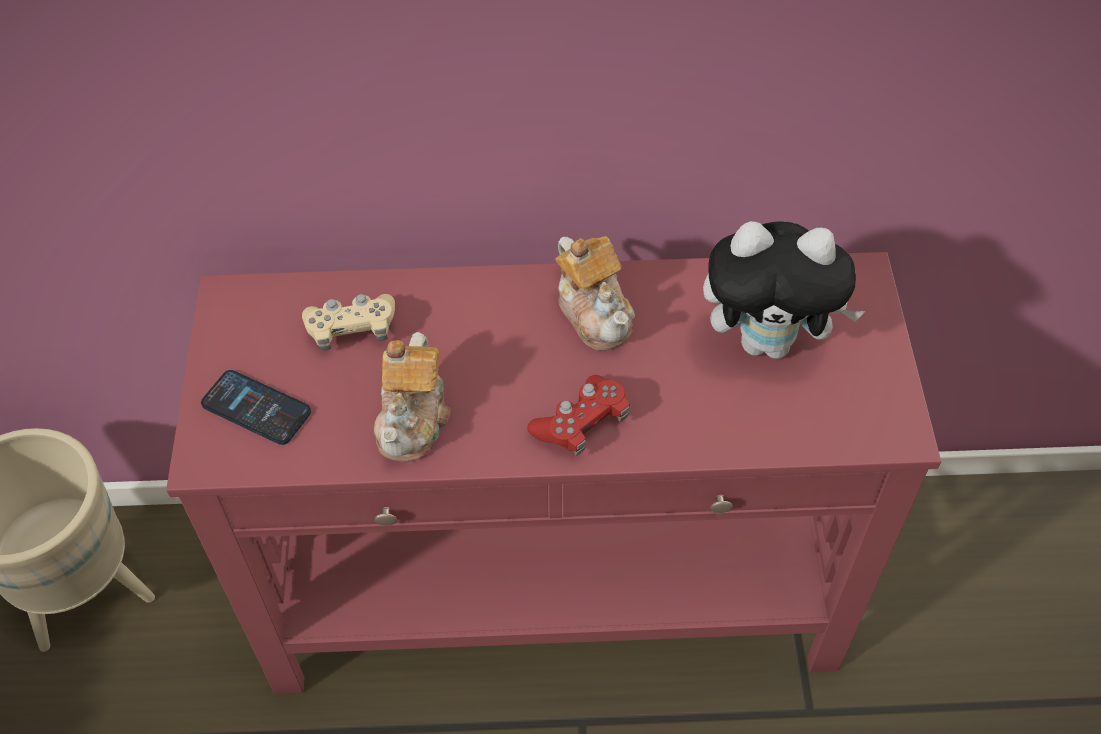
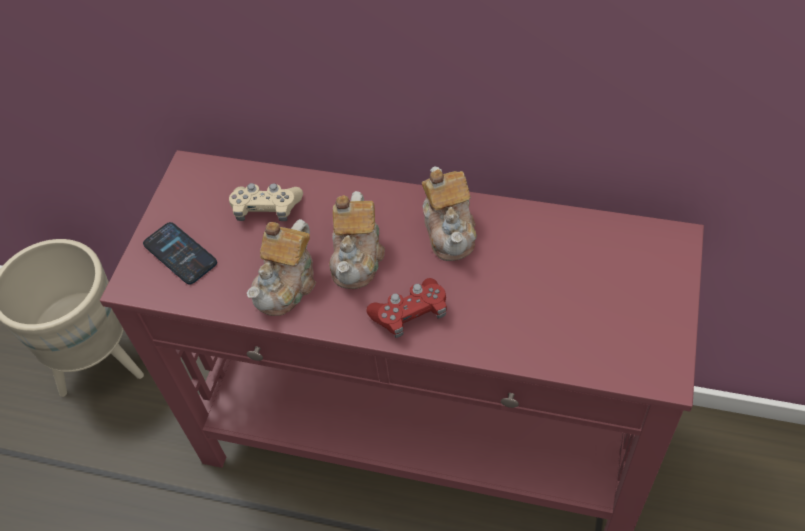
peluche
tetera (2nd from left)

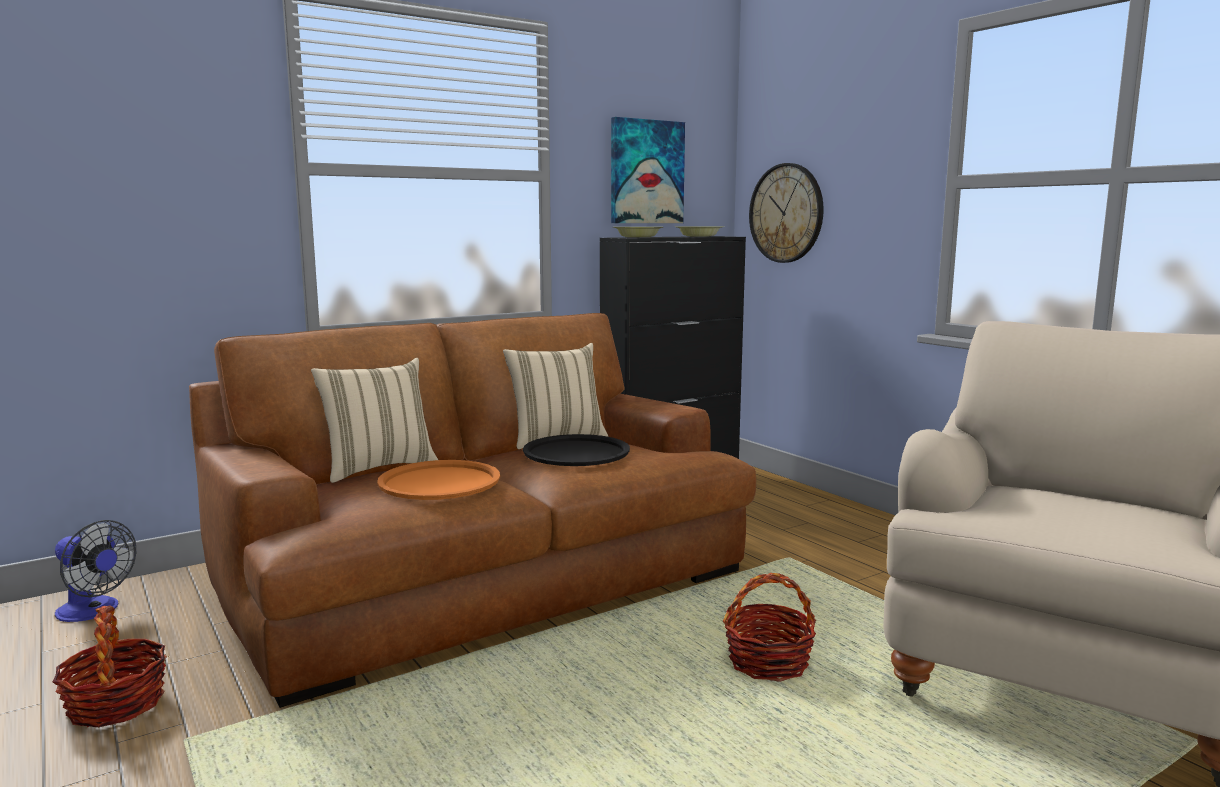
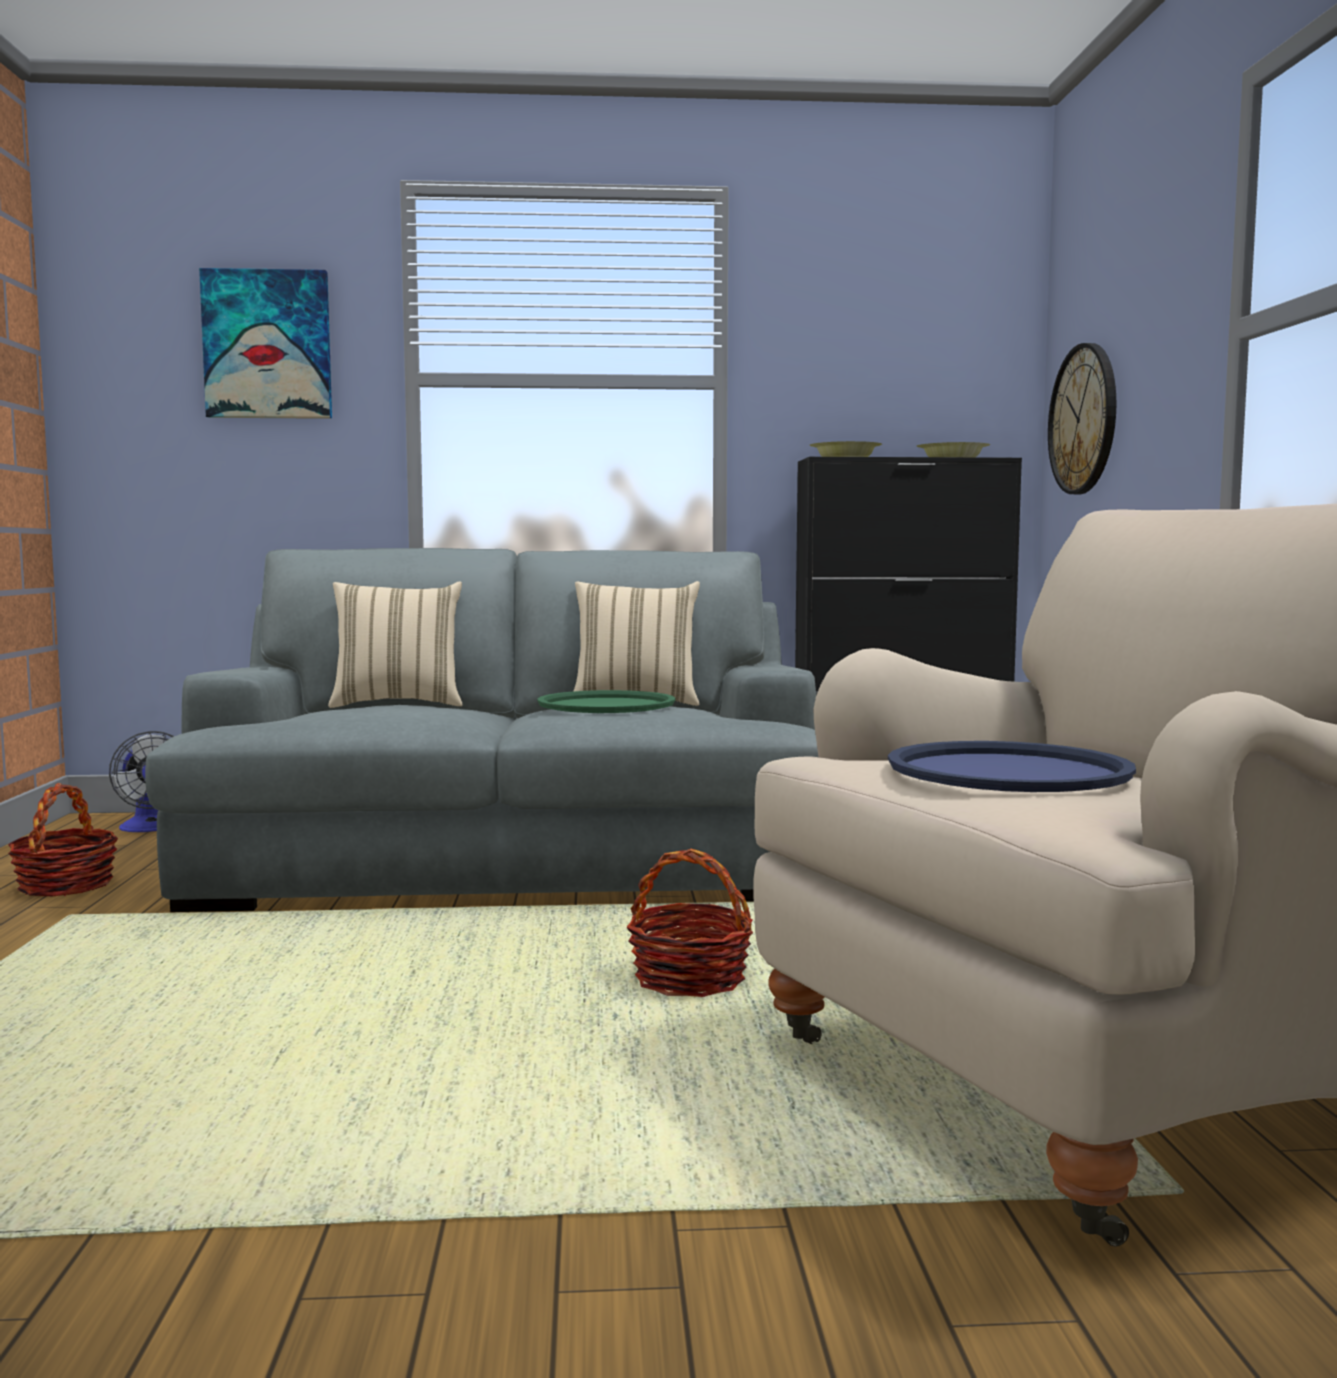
bandeja/naranja
bandeja/azul
cuadro
sofá/gris
bandeja/verde

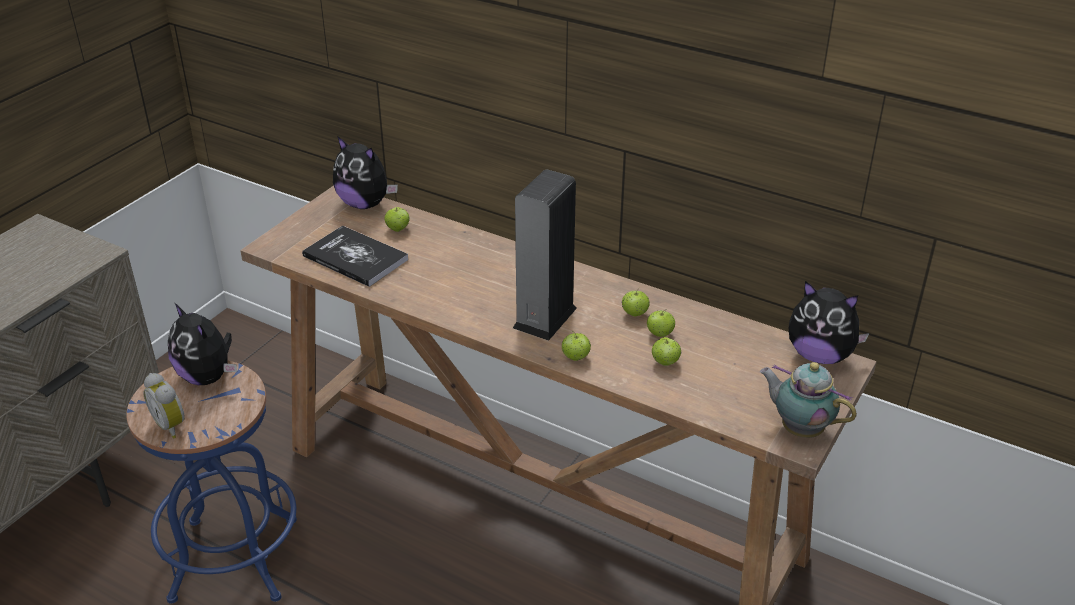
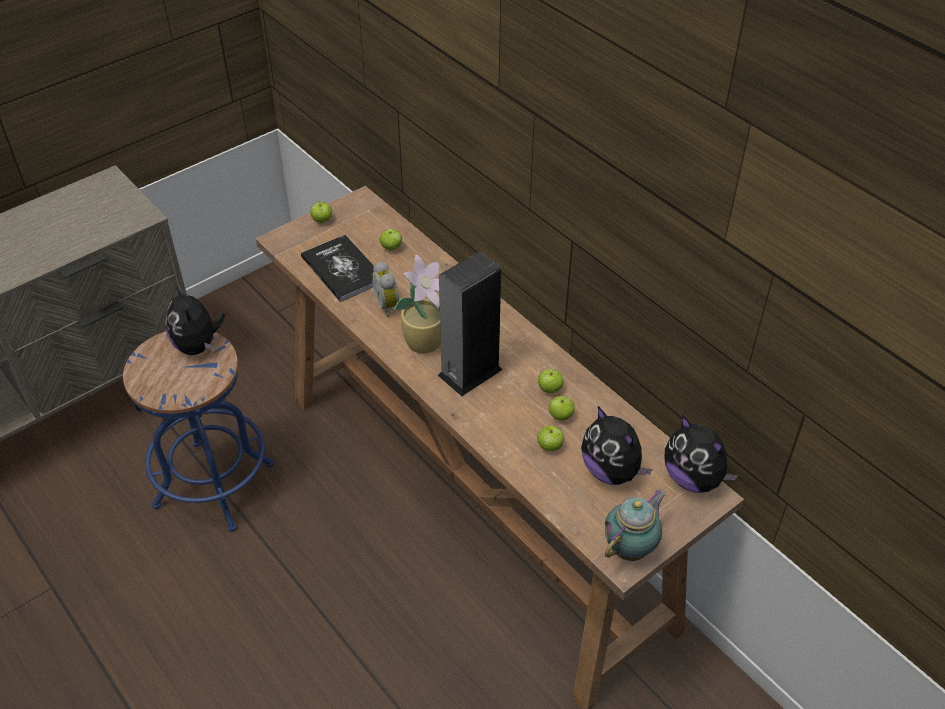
planta en maceta
despertador
peluche (2nd from left)
manzana (1st from left)
tetera

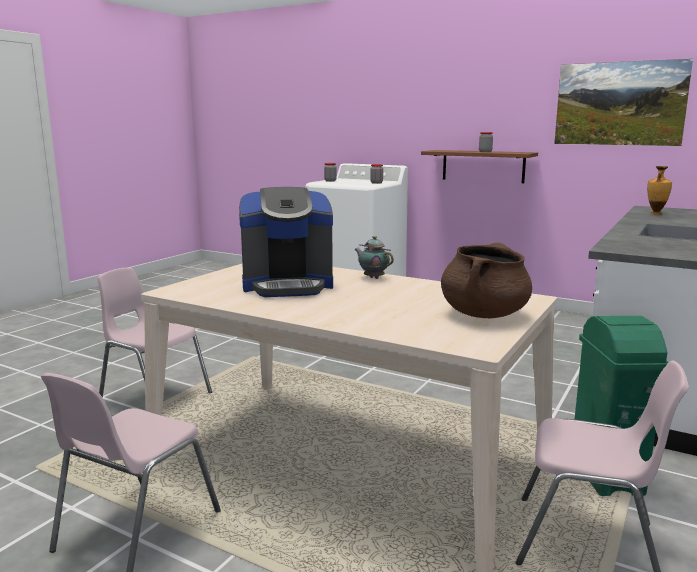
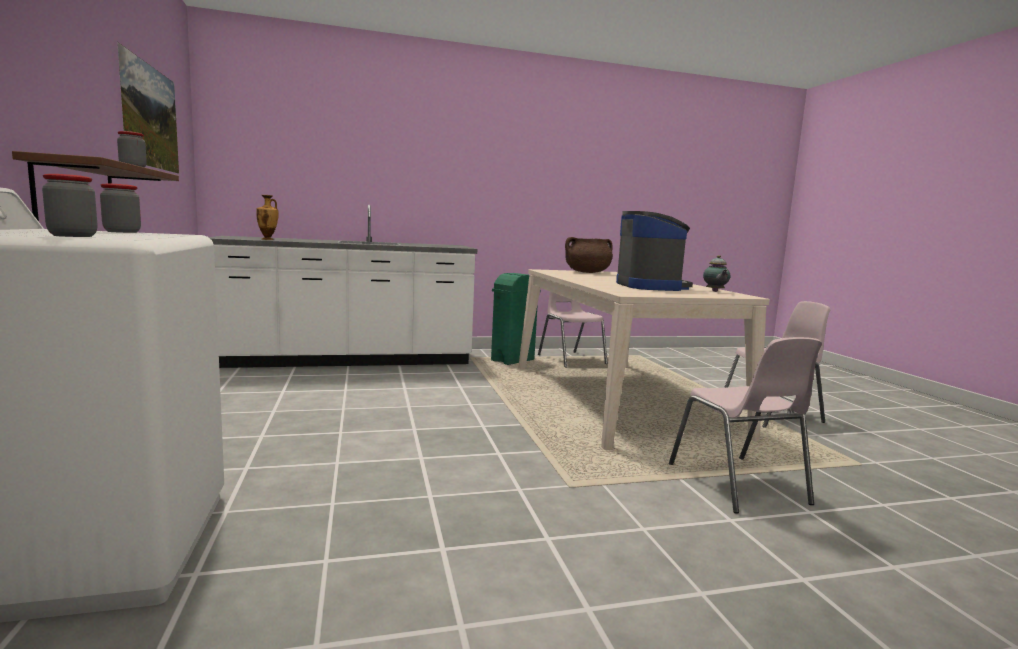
tetera
cafetera

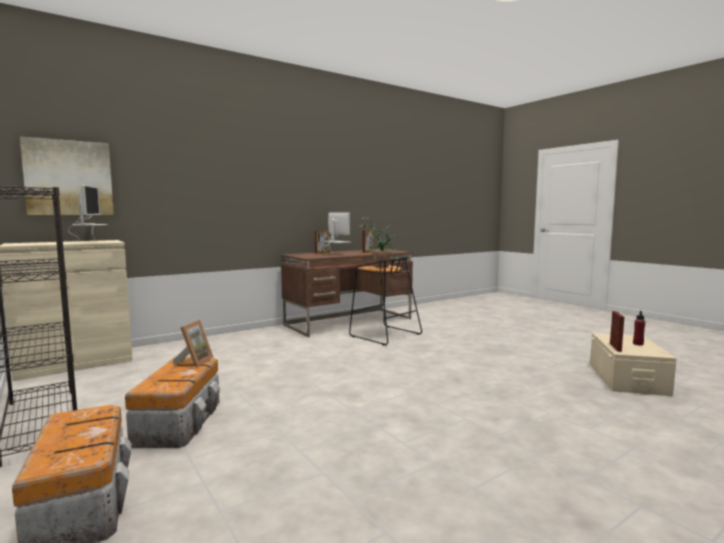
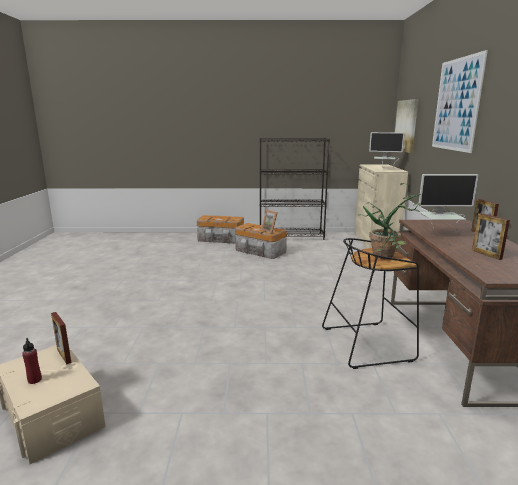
cuadro (2nd from left)

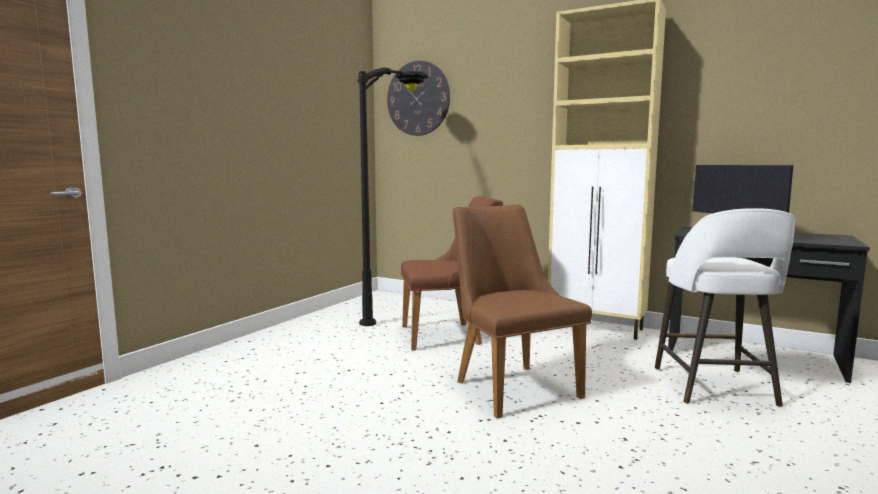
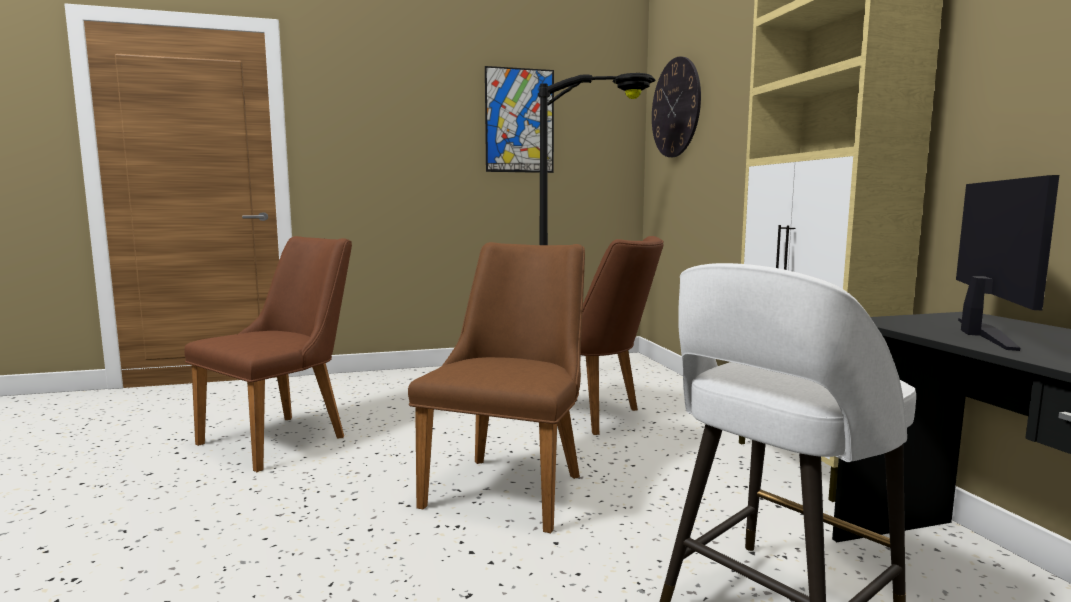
silla/marrón (1st from left)
cuadro

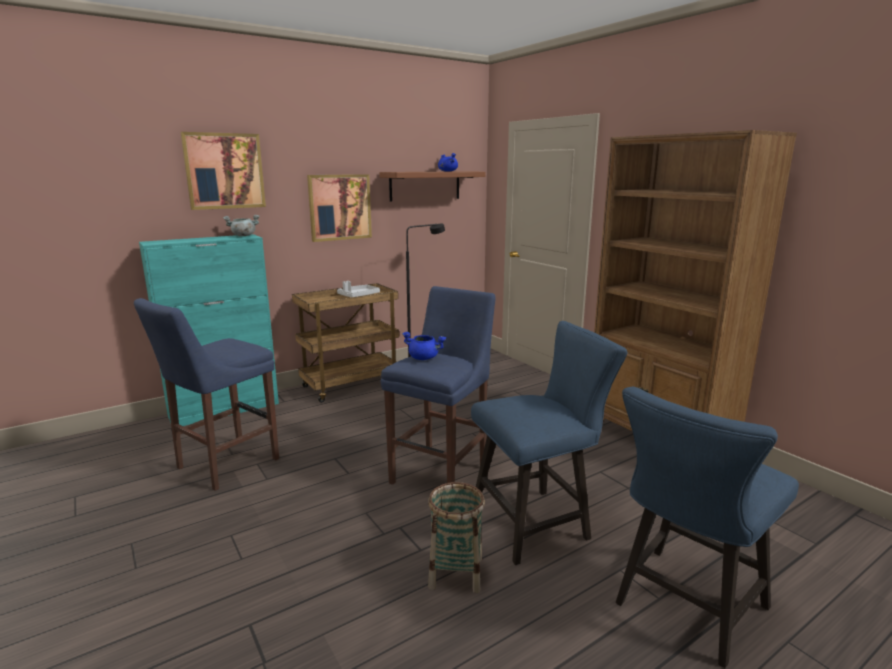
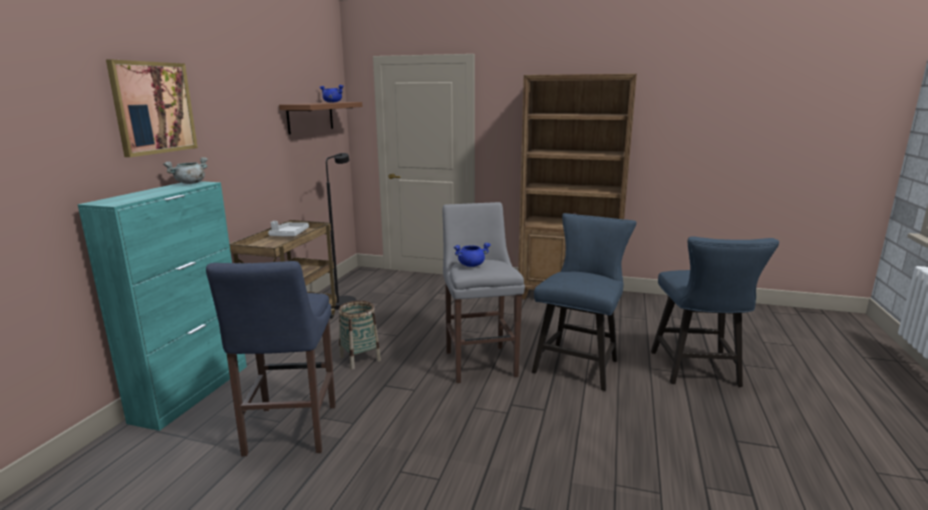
cuadro (2nd from left in the first image)
cesta
taburete/gris

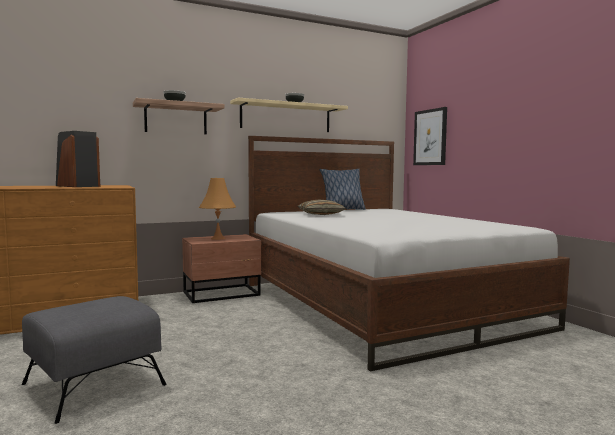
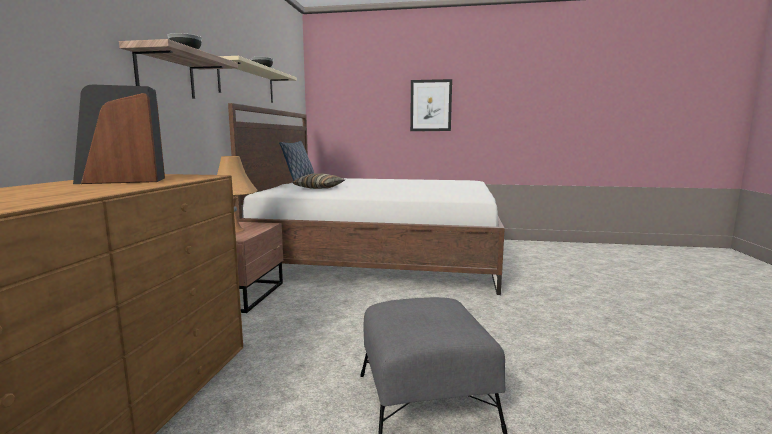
cuadro

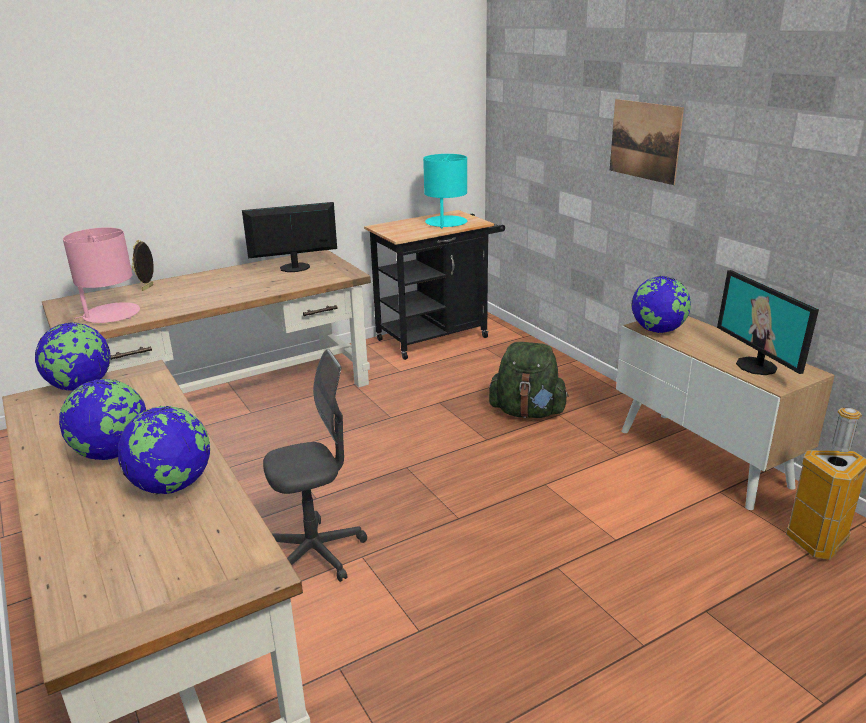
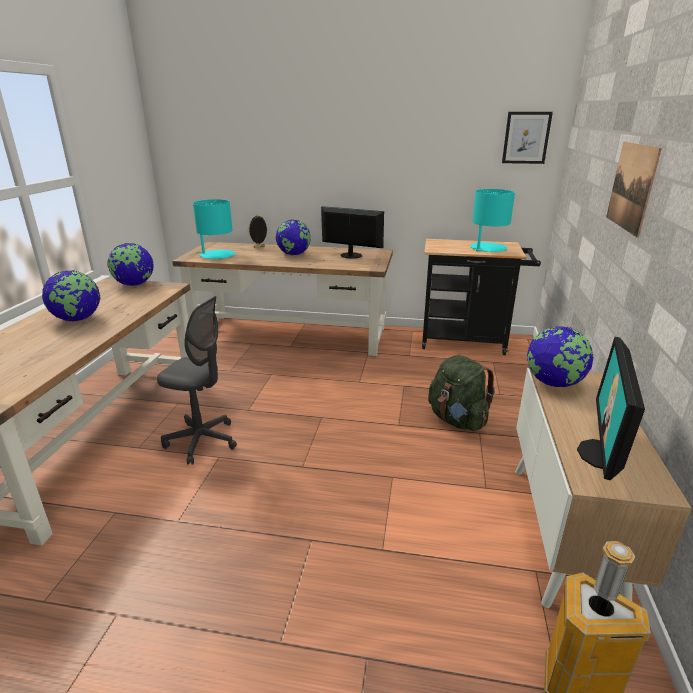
cuadro (1st from left)
globo terráqueo (3rd from left)
lámpara de mesa/turquesa (1st from left)

